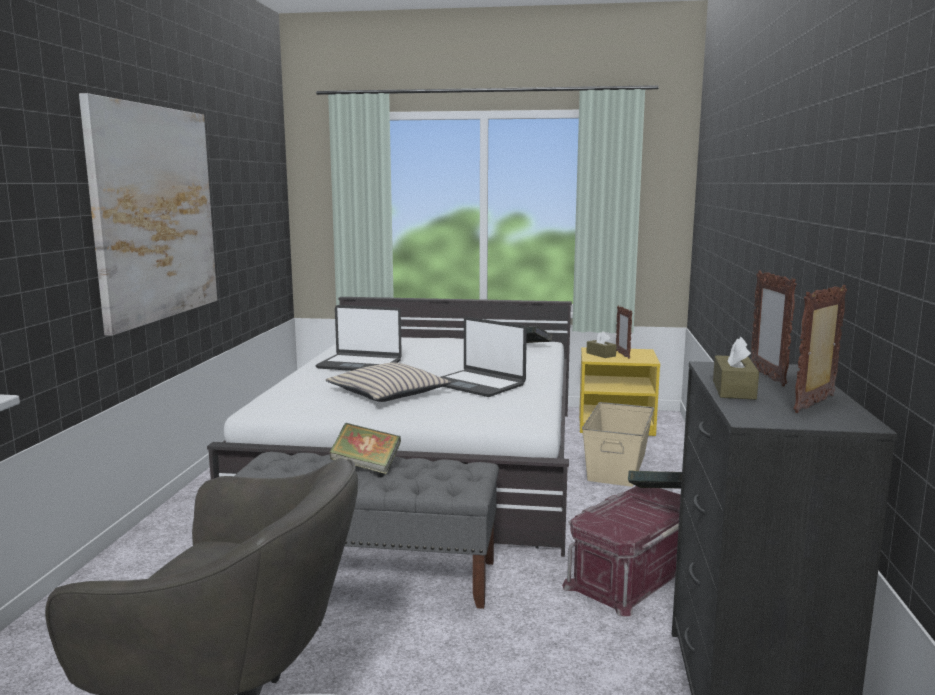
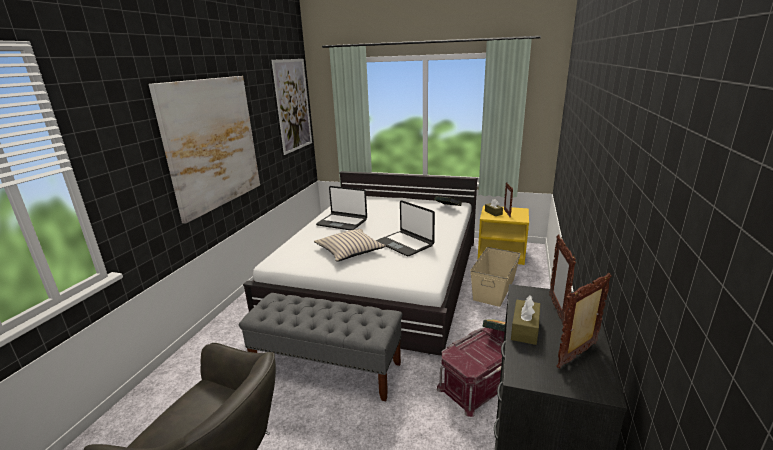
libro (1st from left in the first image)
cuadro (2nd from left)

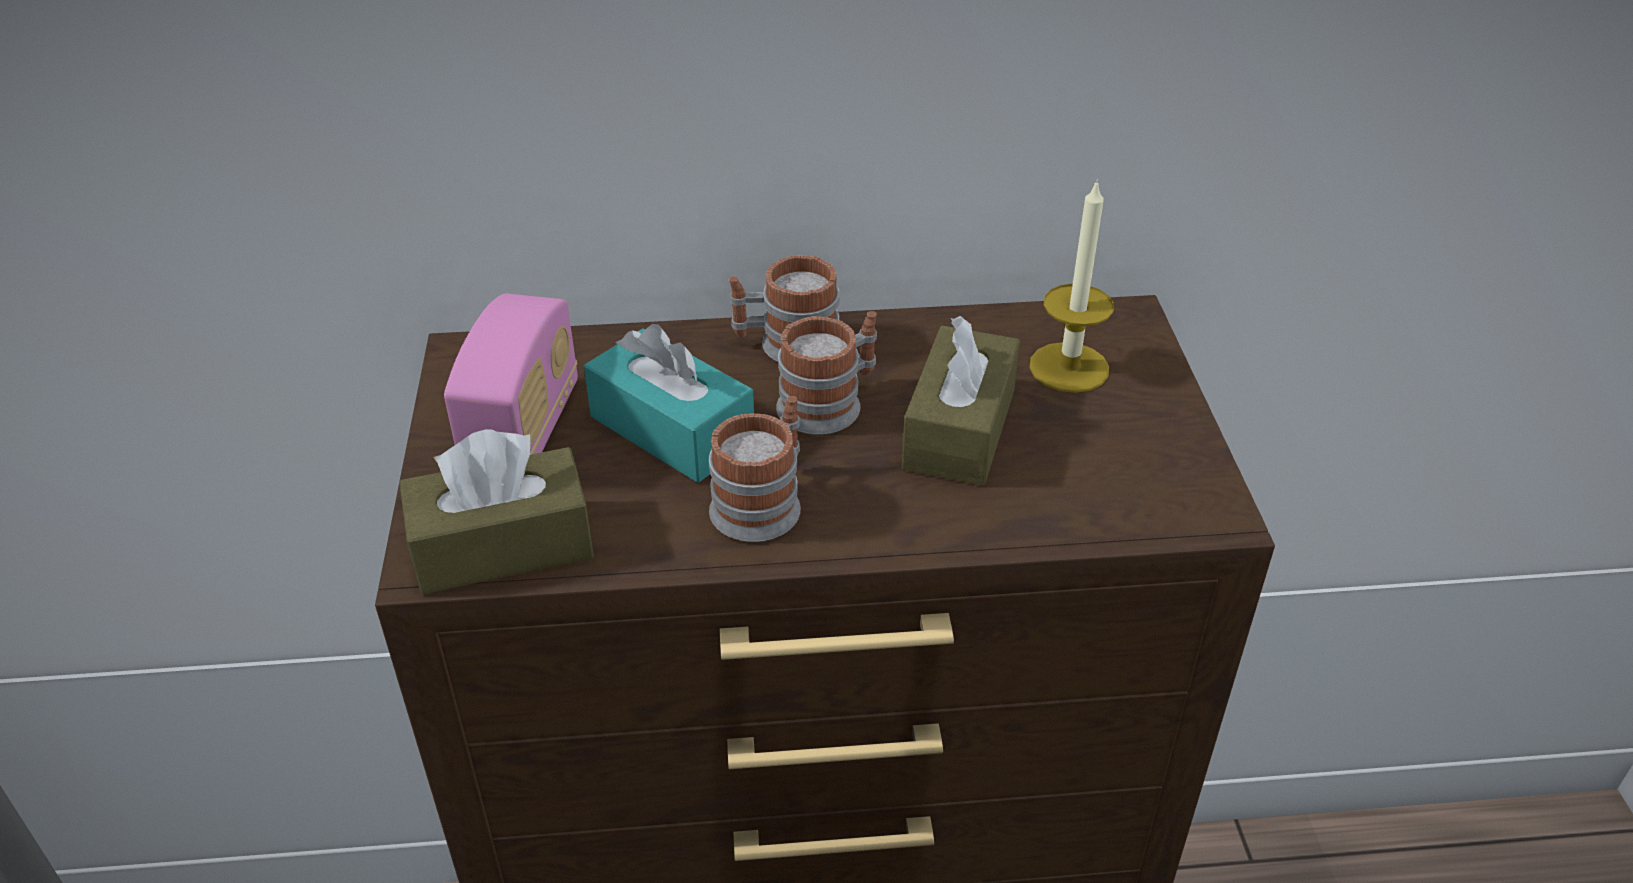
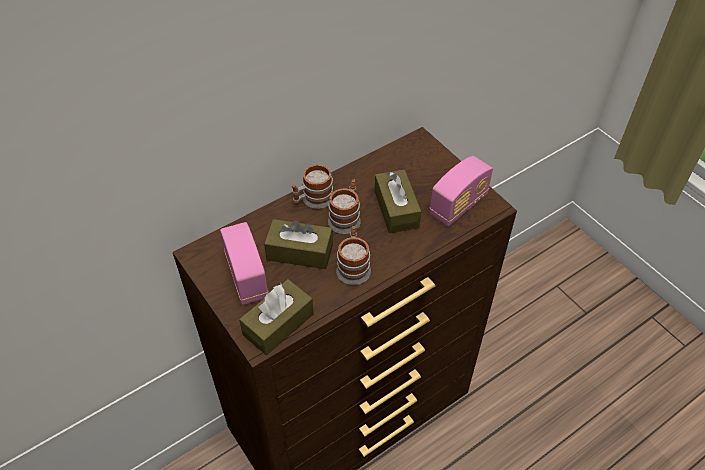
vela
radio (2nd from left)
caja de pañuelos/marrón (2nd from left)

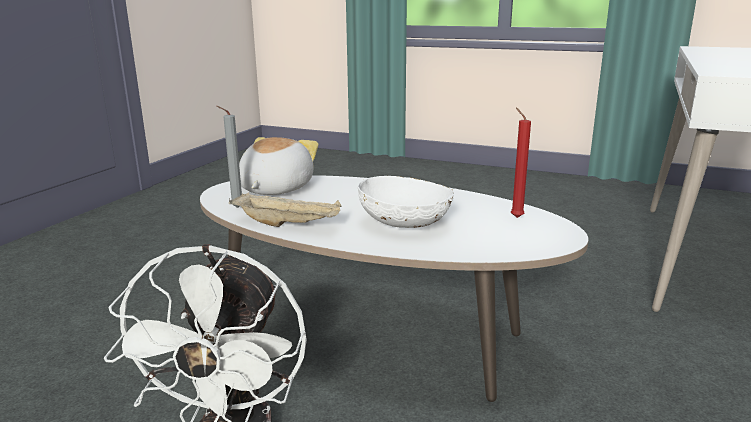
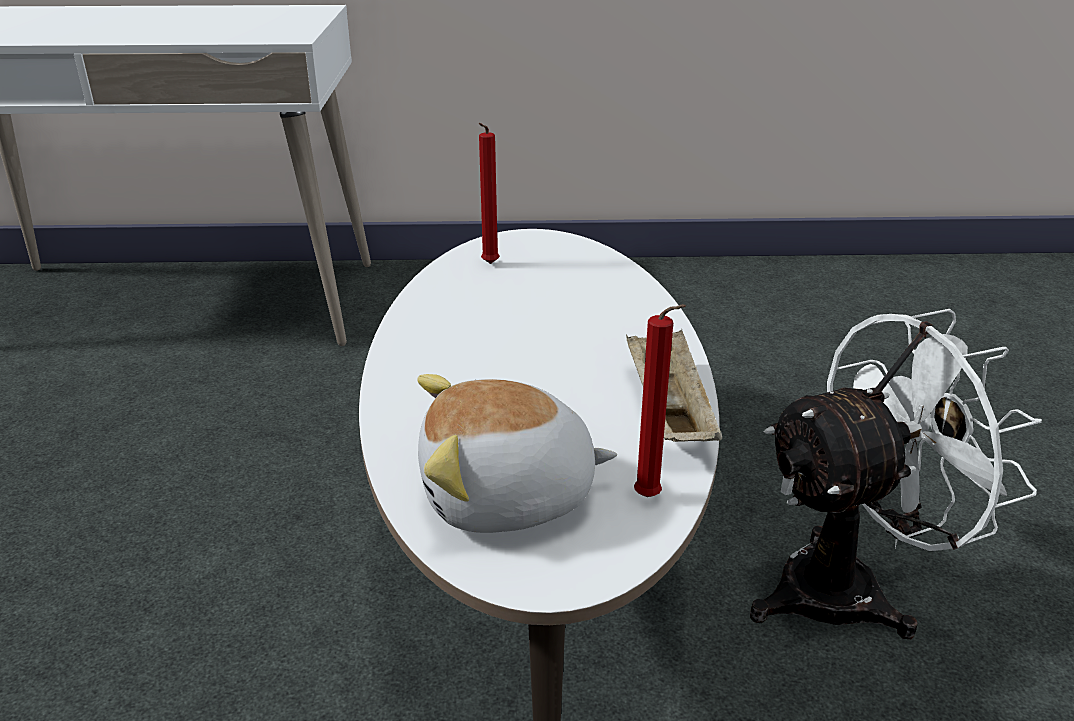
cuenco/blanco
vela/rojo (2nd from left)

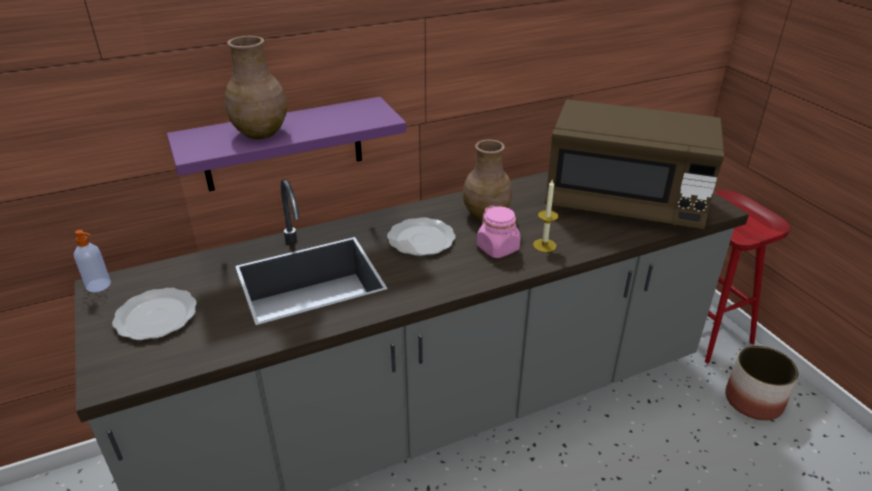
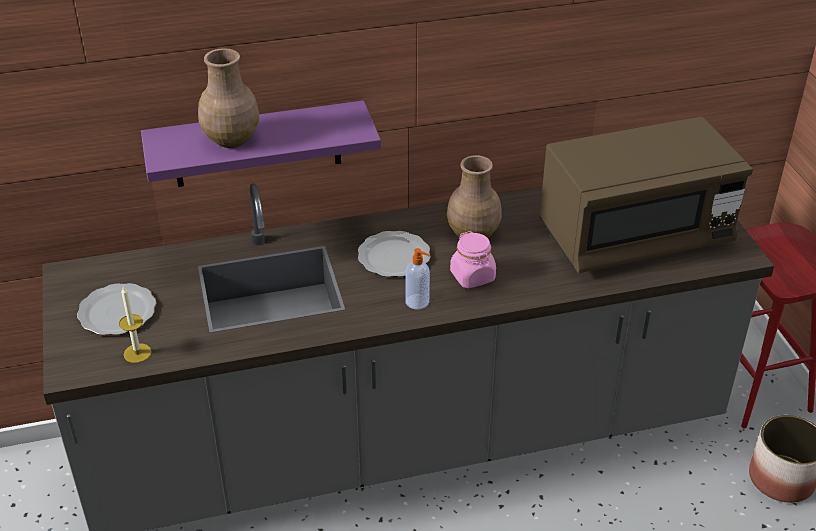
dispensador de jabón
vela
microondas/marrón

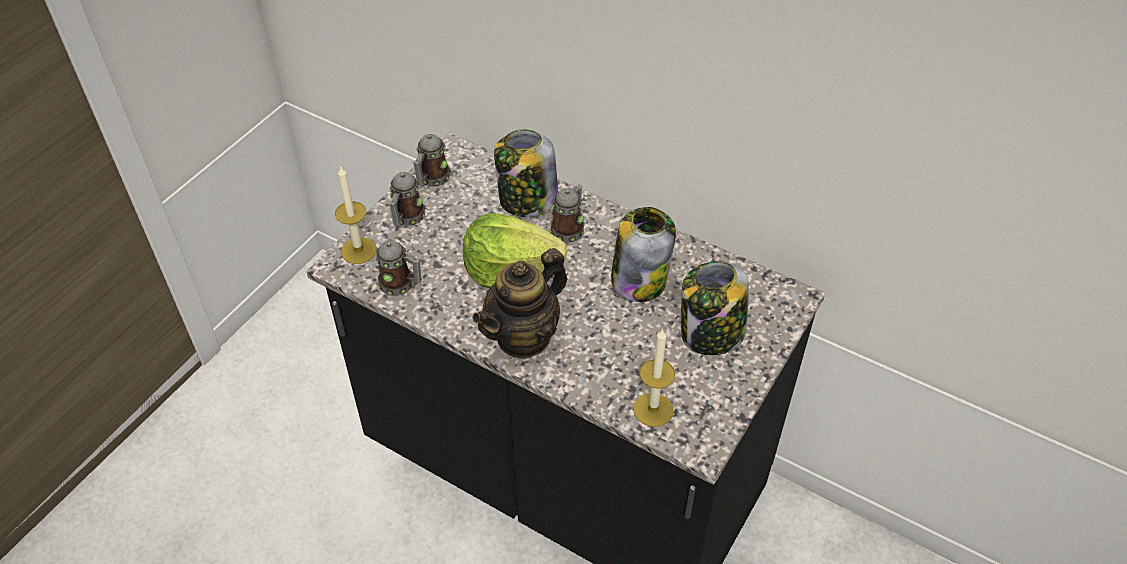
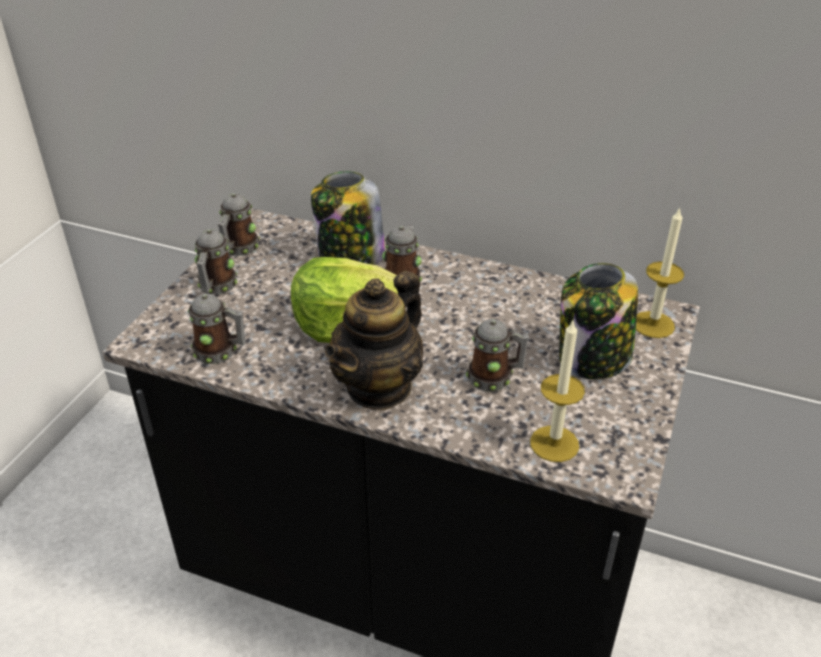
tarro (2nd from left in the first image)
taza grande (5th from left)
vela (2nd from left)

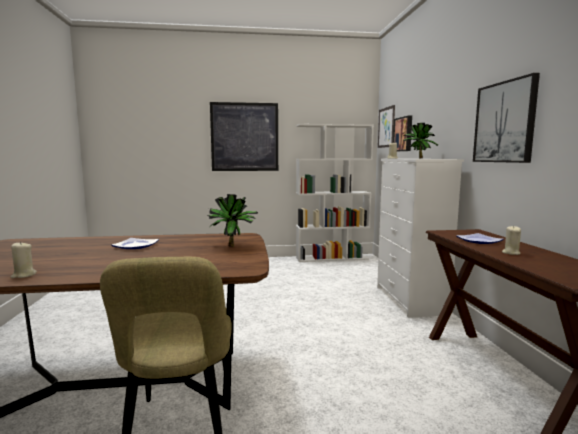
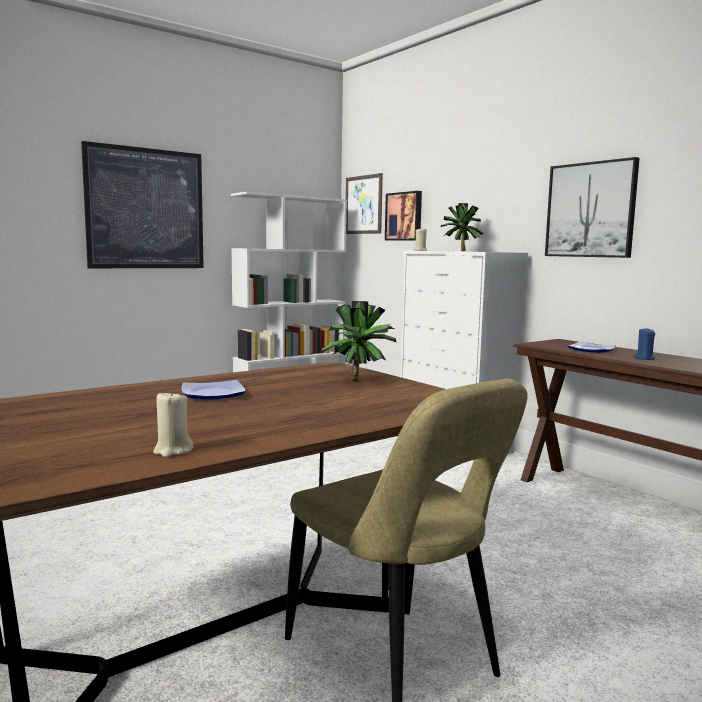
vela/azul

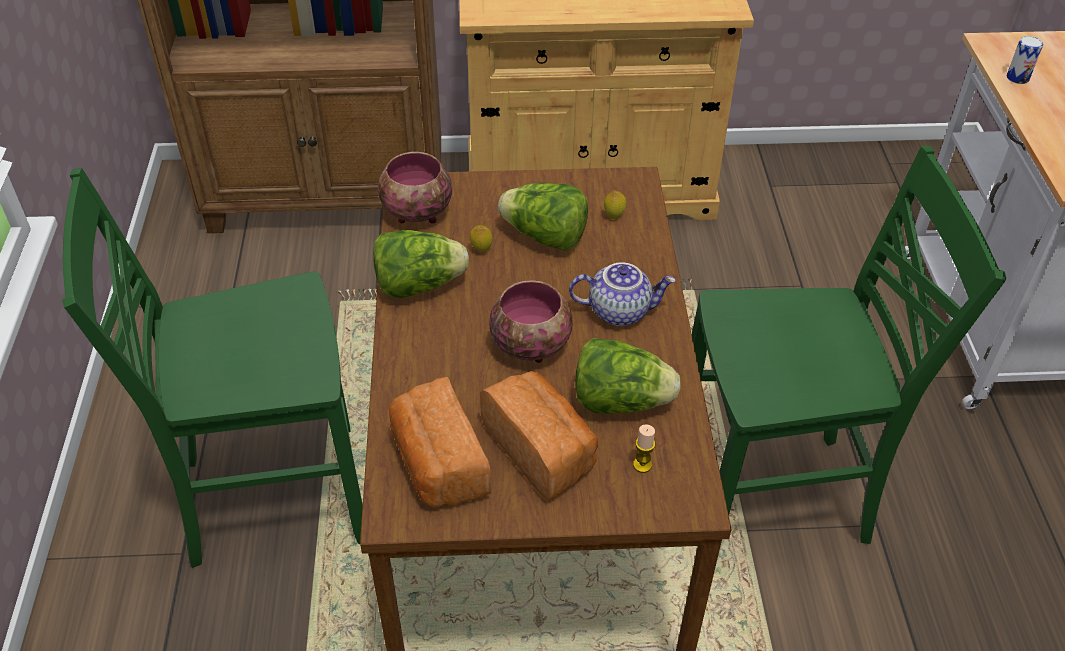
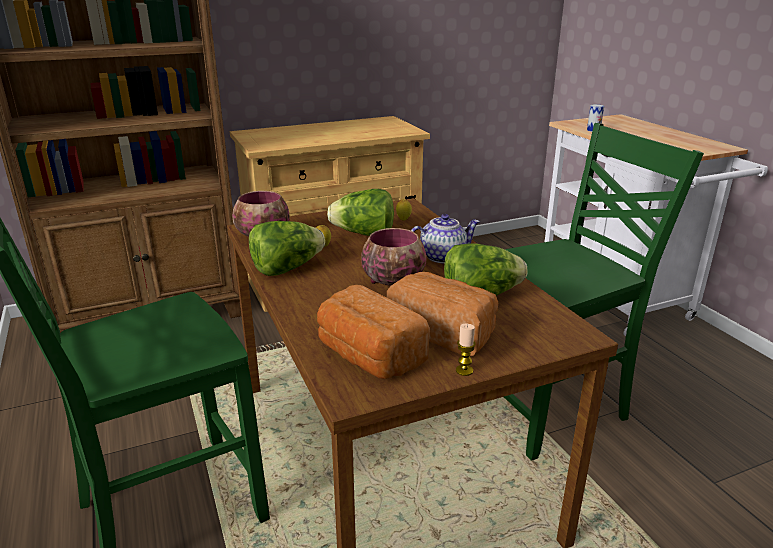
vela

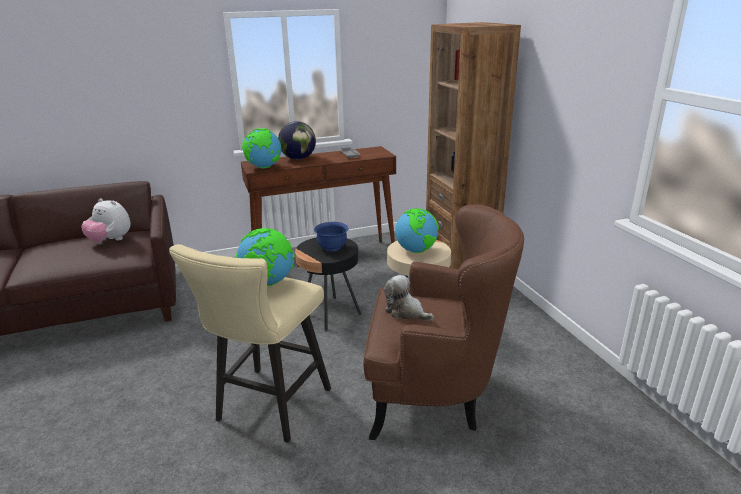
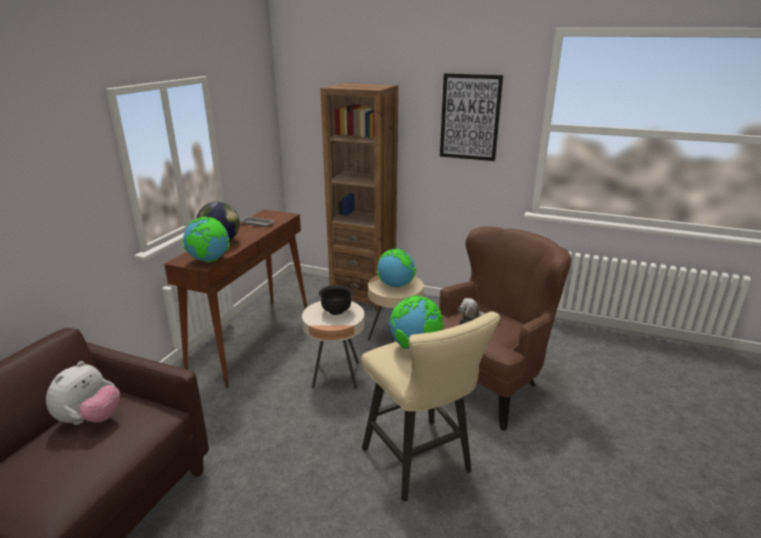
cuadro
mesa auxiliar/beis (1st from left)
cuenco/negro
peluche (1st from left)

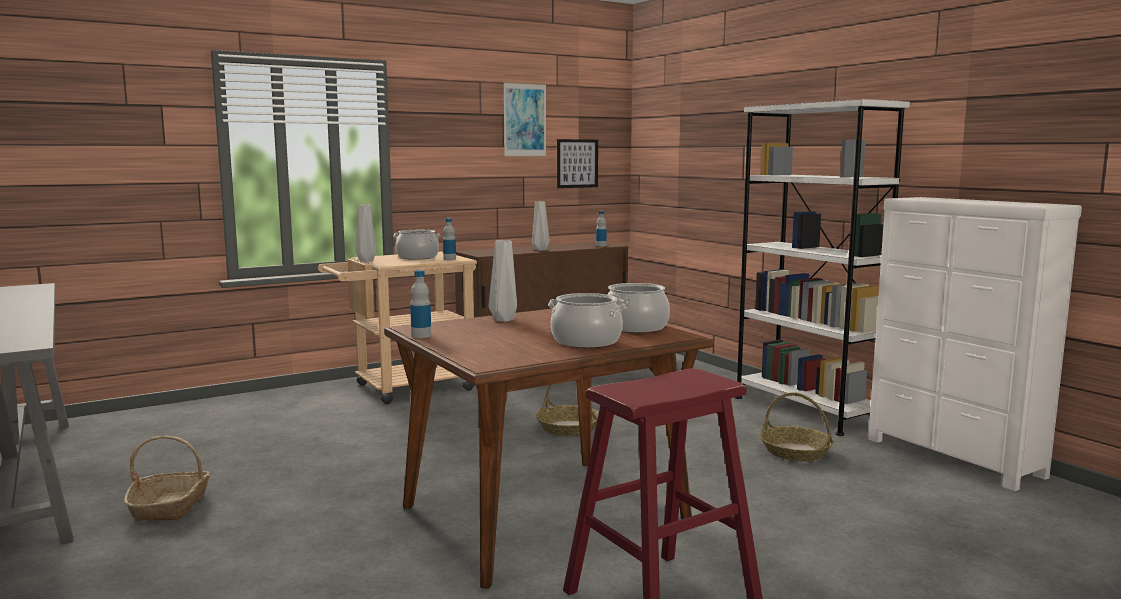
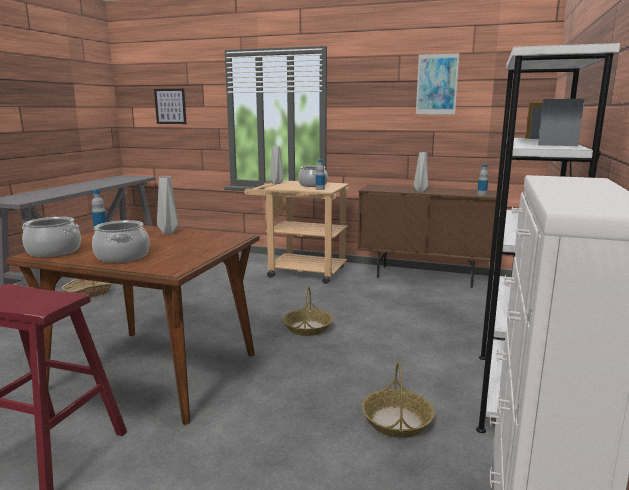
cuadro (1st from left)
olla (1st from left)

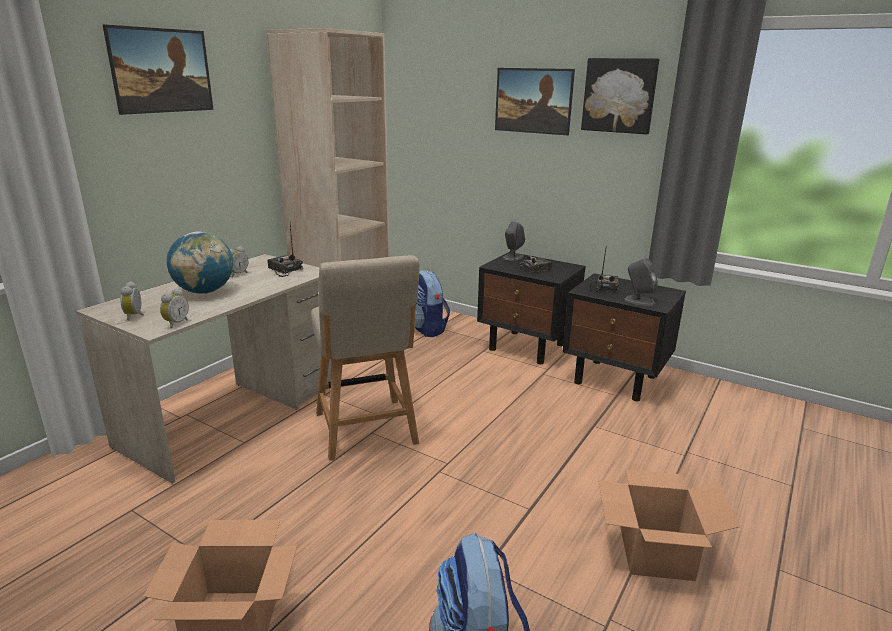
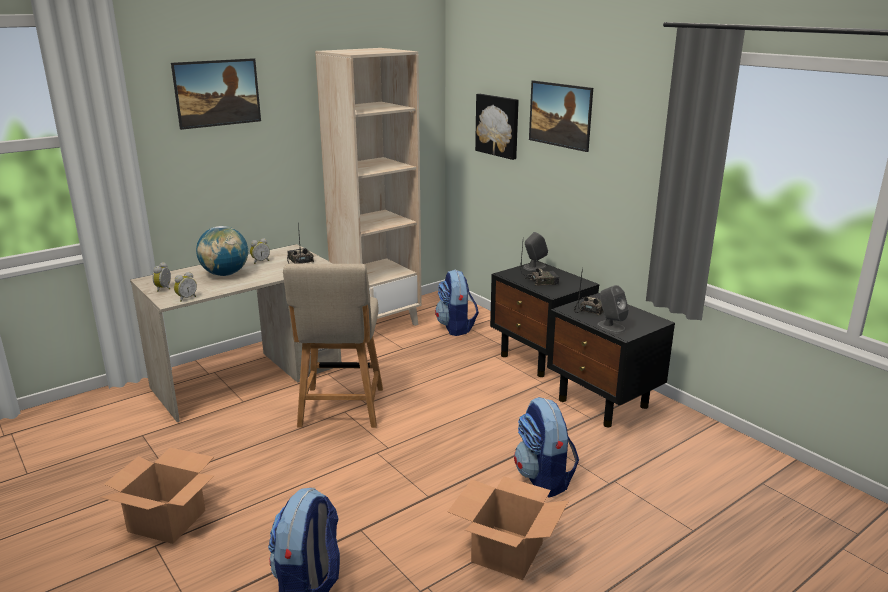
mochila (3rd from left)
cuadro (2nd from left)

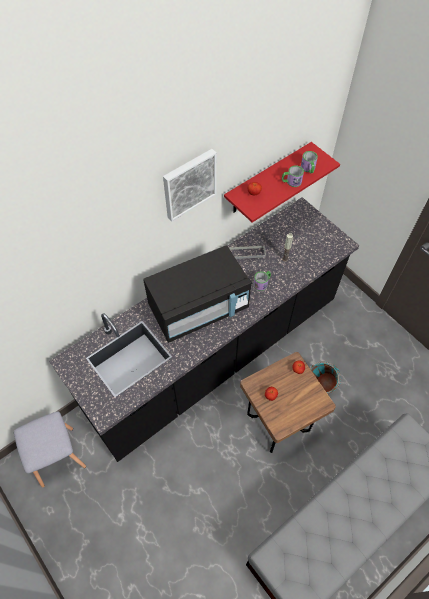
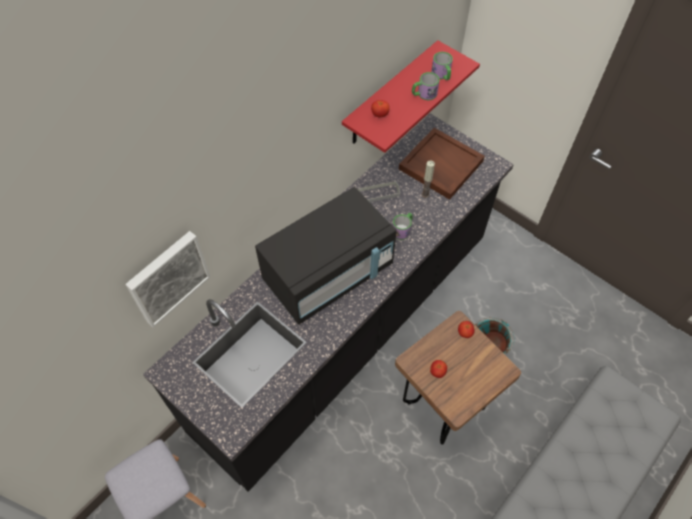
bandeja/marrón
cuadro

